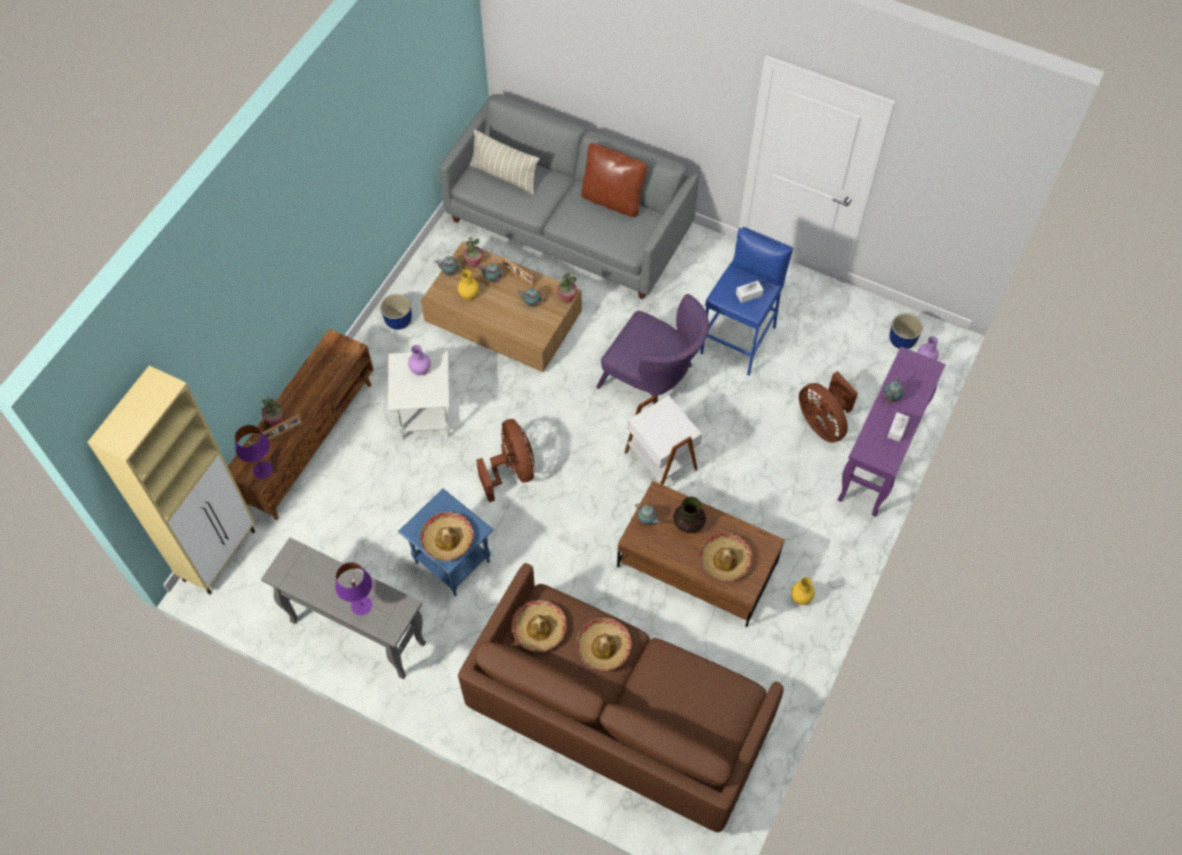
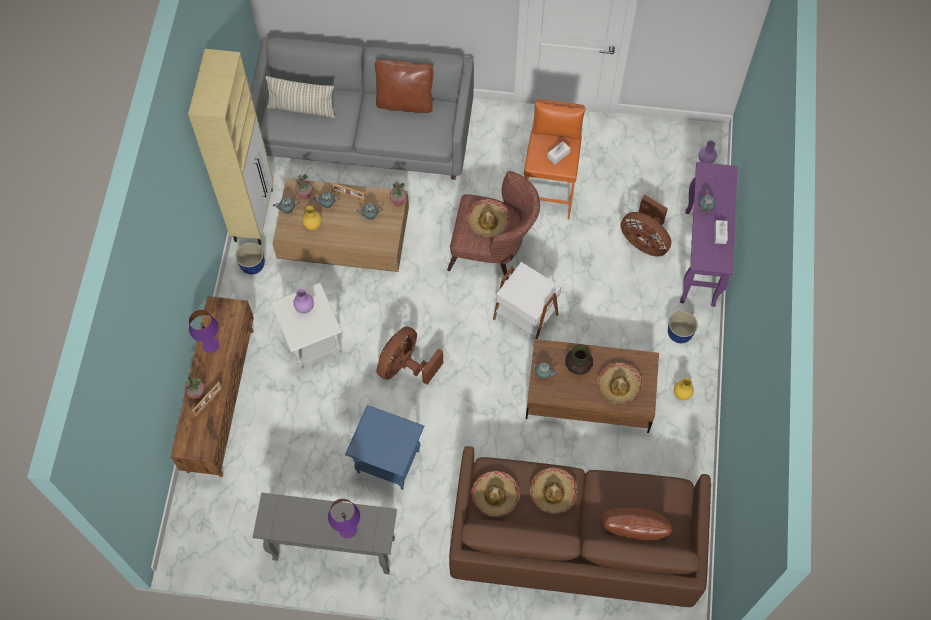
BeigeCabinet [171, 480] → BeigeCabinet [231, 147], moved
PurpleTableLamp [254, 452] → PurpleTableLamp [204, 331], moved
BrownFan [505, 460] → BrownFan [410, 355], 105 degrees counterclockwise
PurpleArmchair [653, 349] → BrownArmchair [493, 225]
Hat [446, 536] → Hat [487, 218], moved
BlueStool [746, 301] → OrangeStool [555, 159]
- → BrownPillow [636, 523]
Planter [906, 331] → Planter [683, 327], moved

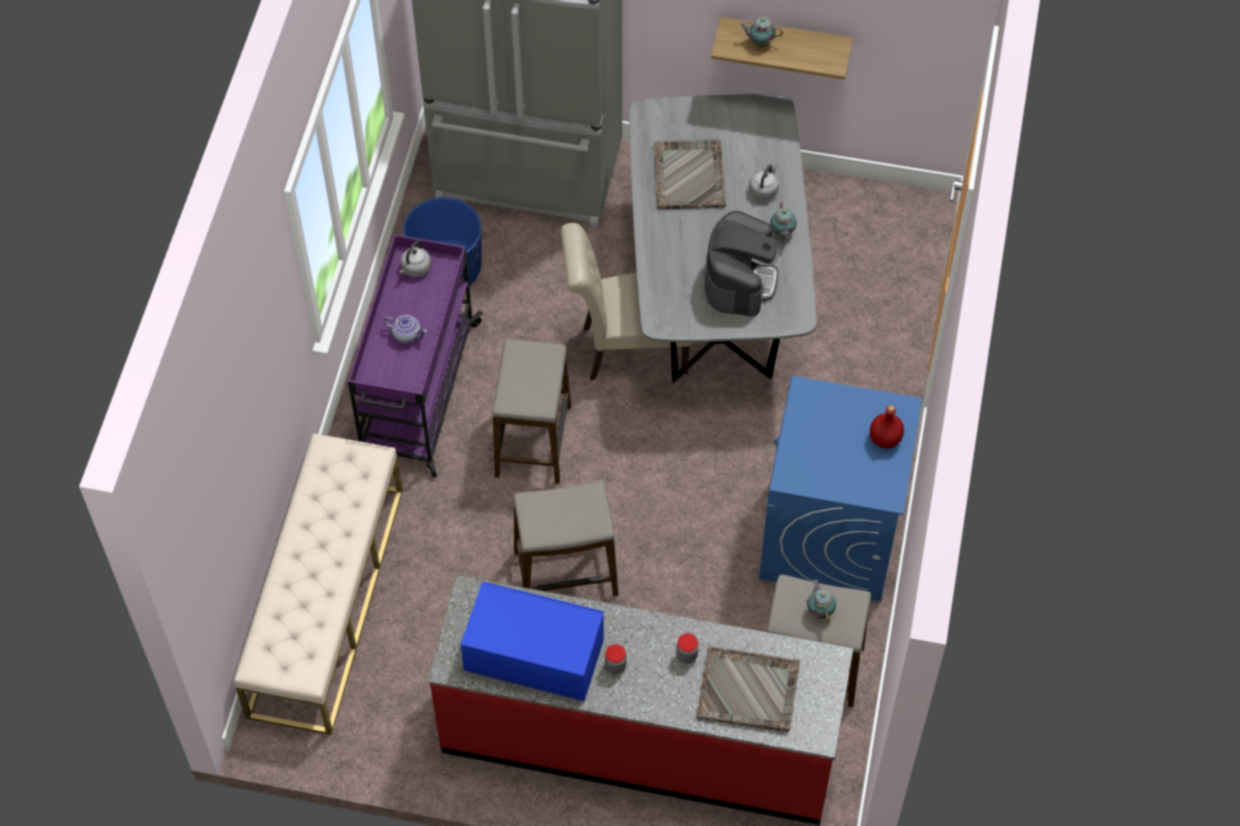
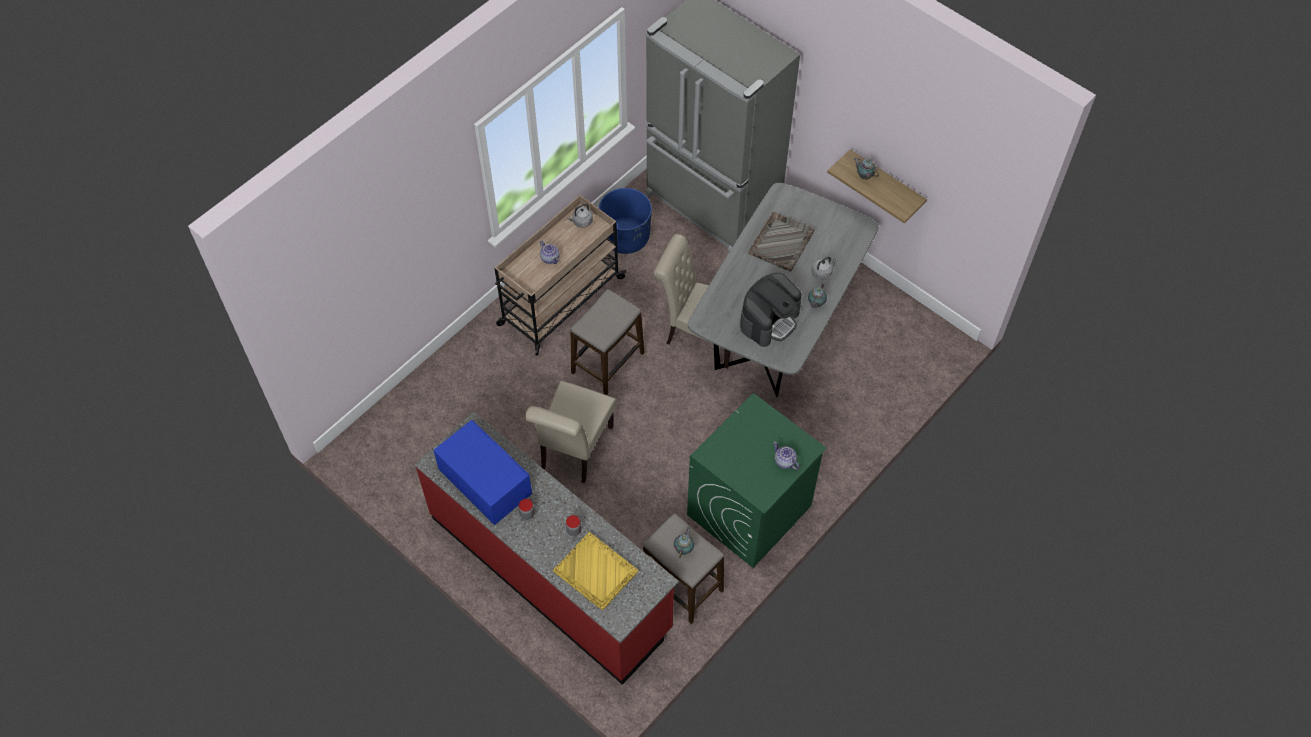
PurpleCart [415, 355] → BeigeCart [560, 275]
Stool [566, 538] → BeigeChair [570, 432]
GreyTray [748, 689] → YellowTray [595, 571]
BlueWashingMachine [840, 488] → GreenWashingMachine [757, 480]
RedBottle [887, 426] → Teapot [786, 456]
BeigeBench [318, 584] → -

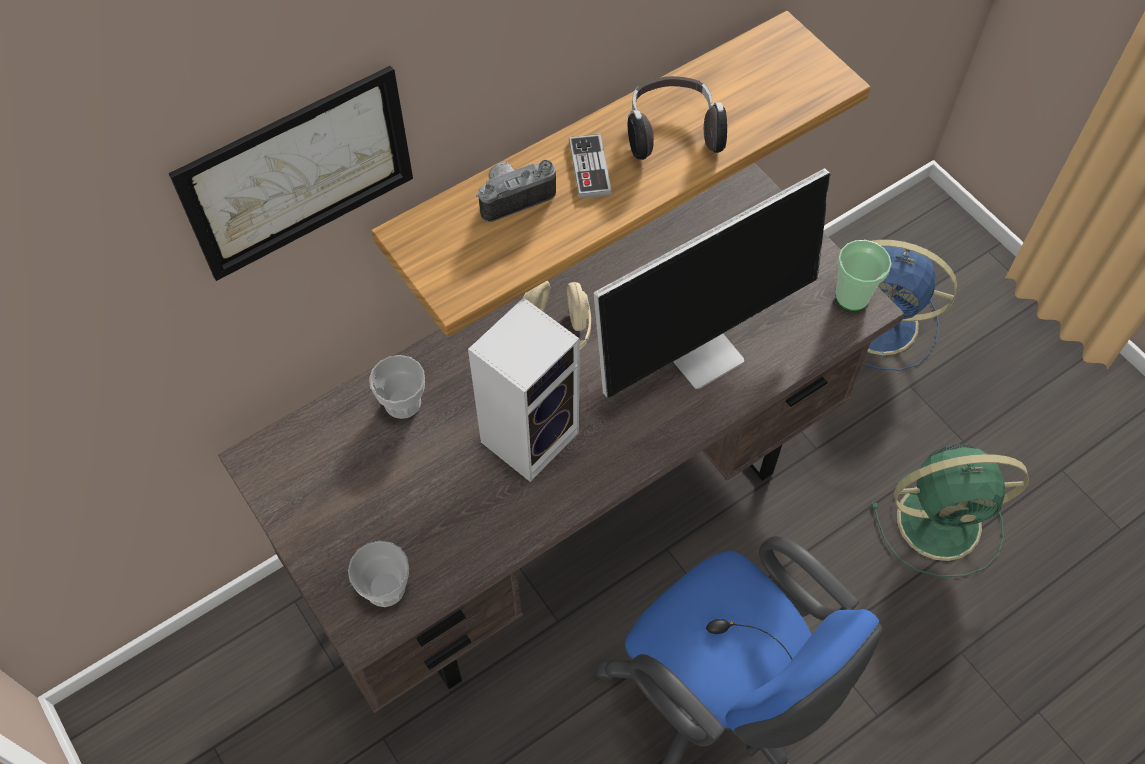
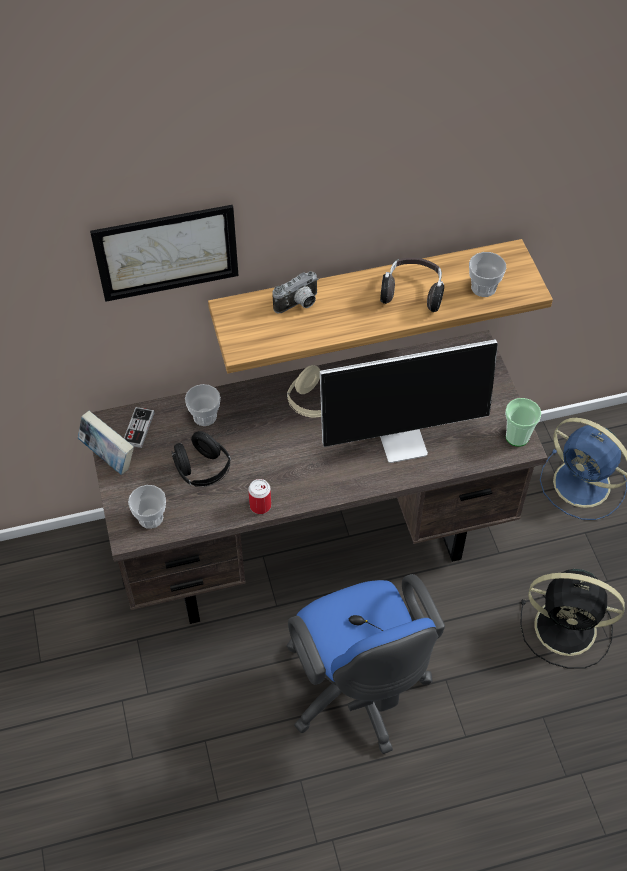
- → Book [106, 443]
GameController [590, 166] → GameController [139, 427], moved
- → BlackHeadphones [201, 459]
- → Can [259, 496]
PhotoCamera [516, 191] → PhotoCamera [295, 292], 150 degrees clockwise
- → Cup [487, 274]
GreenFan [950, 510] → BlackFan [572, 619]
Speaker [524, 390] → -

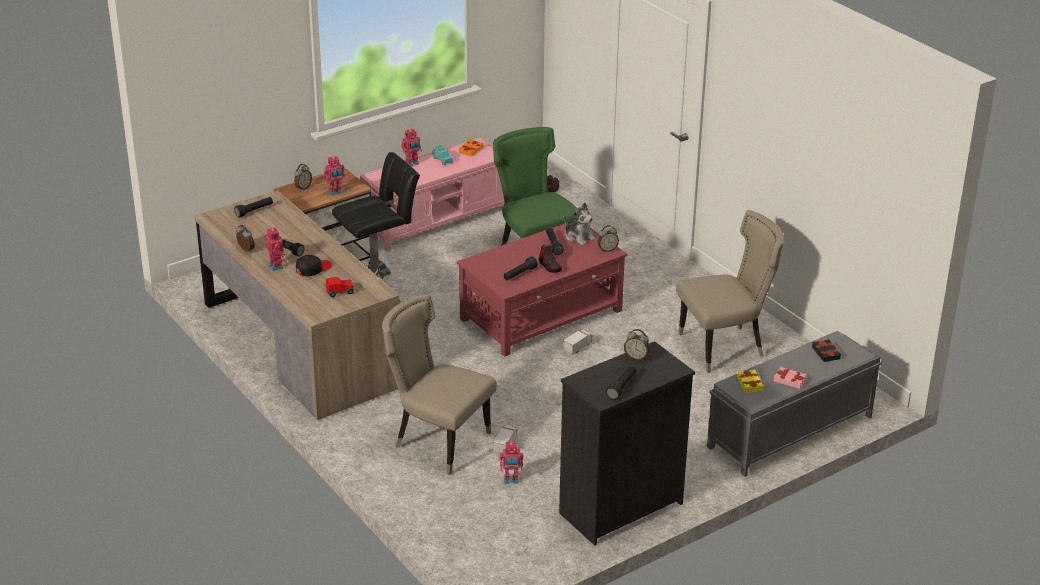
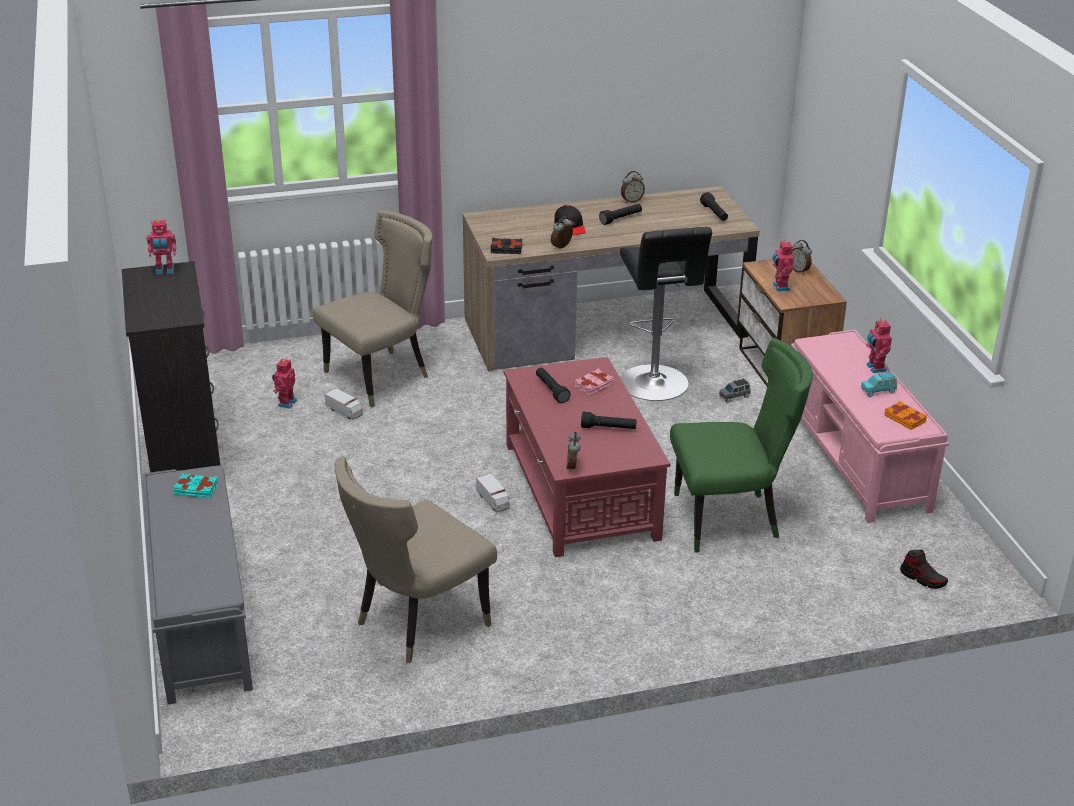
ToyRobot [275, 249] → ToyRobot [161, 247], moved
YellowBook [750, 381] → TurquoiseBook [195, 485]
BeigeChair [730, 291] → BeigeChair [415, 560], 45 degrees clockwise
BlackBook [826, 350] → BlackBook [506, 246], moved
AlarmClock [637, 345] → AlarmClock [562, 233], moved
PinkBook [790, 377] → PinkBook [594, 382], moved
ToyCar [340, 287] → -
Shoe [550, 259] → -
PlushToy [579, 223] → -
BlackFlashlight [621, 382] → -

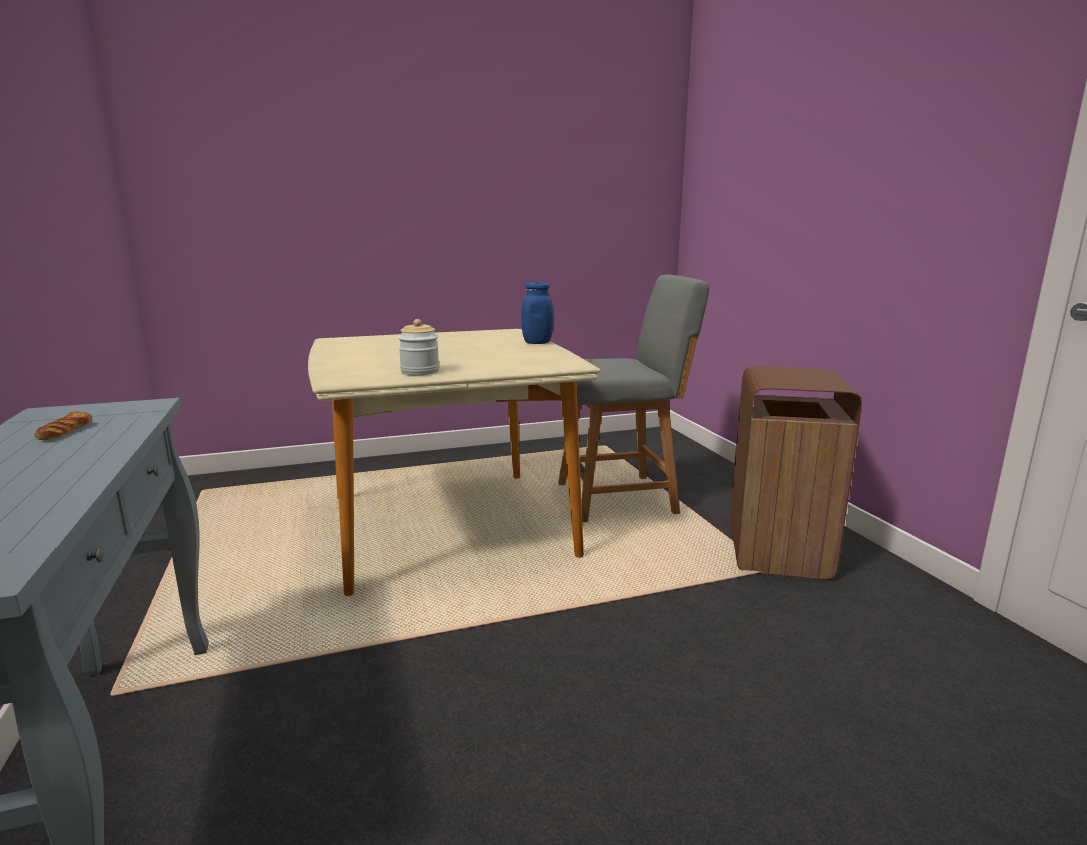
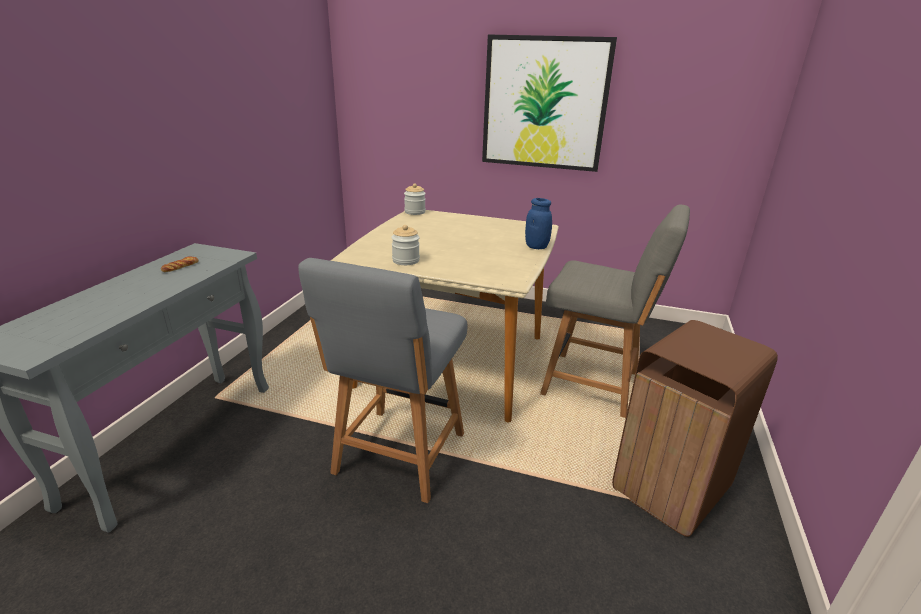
- → GreyChair [382, 380]
- → Jar [415, 199]
- → Picture [549, 103]

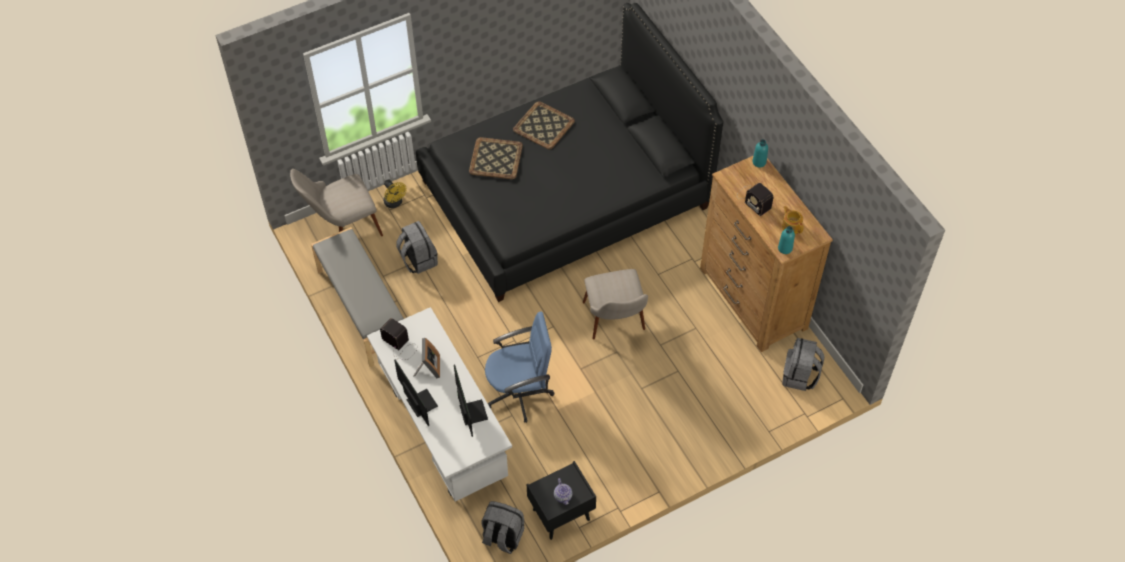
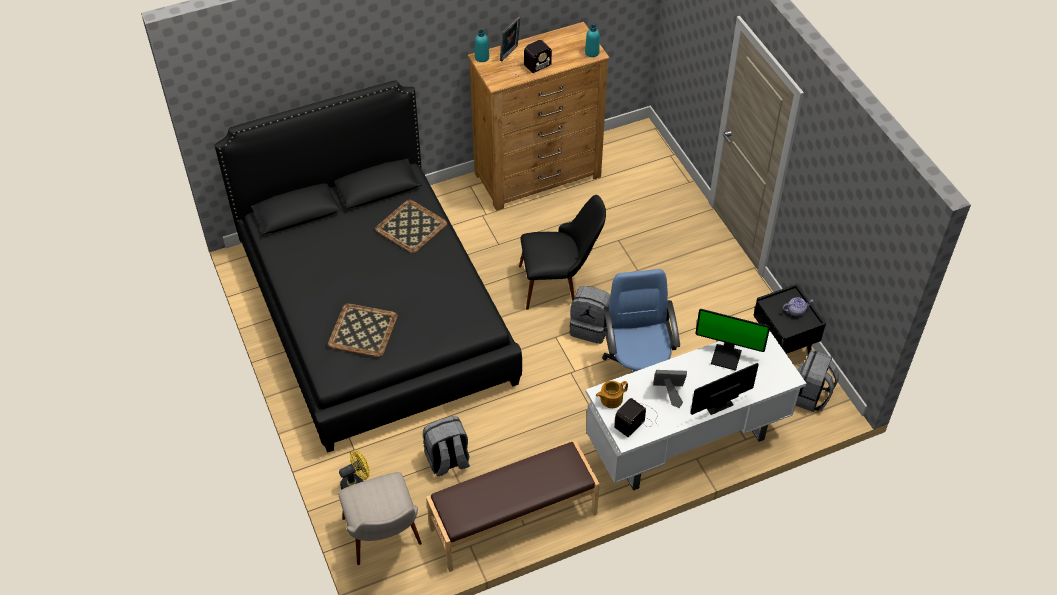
Tray [544, 125] → Tray [411, 227], moved
GreyBench [357, 297] → BrownBench [513, 506]
- → PictureFrame [510, 38]
BeigeChair [615, 304] → BlackChair [562, 252]
GreyBackpack [803, 364] → GreyBackpack [590, 315], moved
Teapot [793, 220] → Teapot [612, 394], moved
Monitor [471, 400] → Monitor [732, 340], 150 degrees counterclockwise

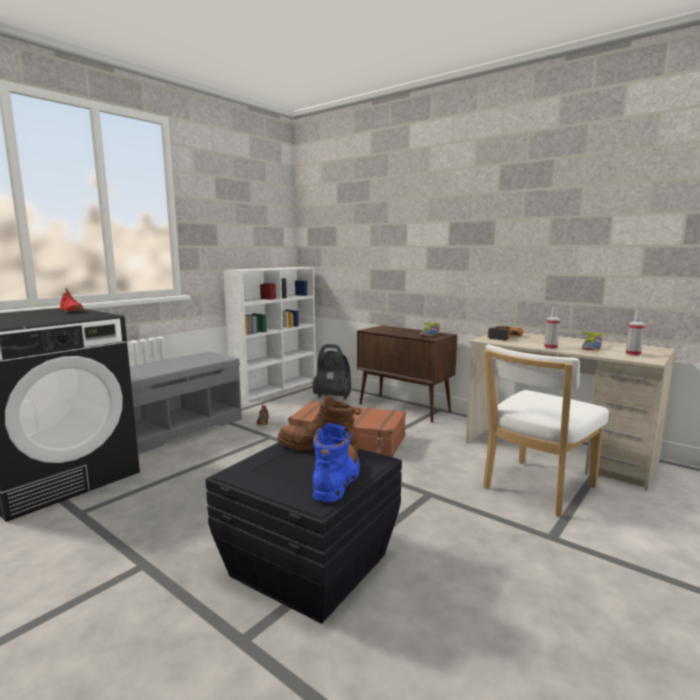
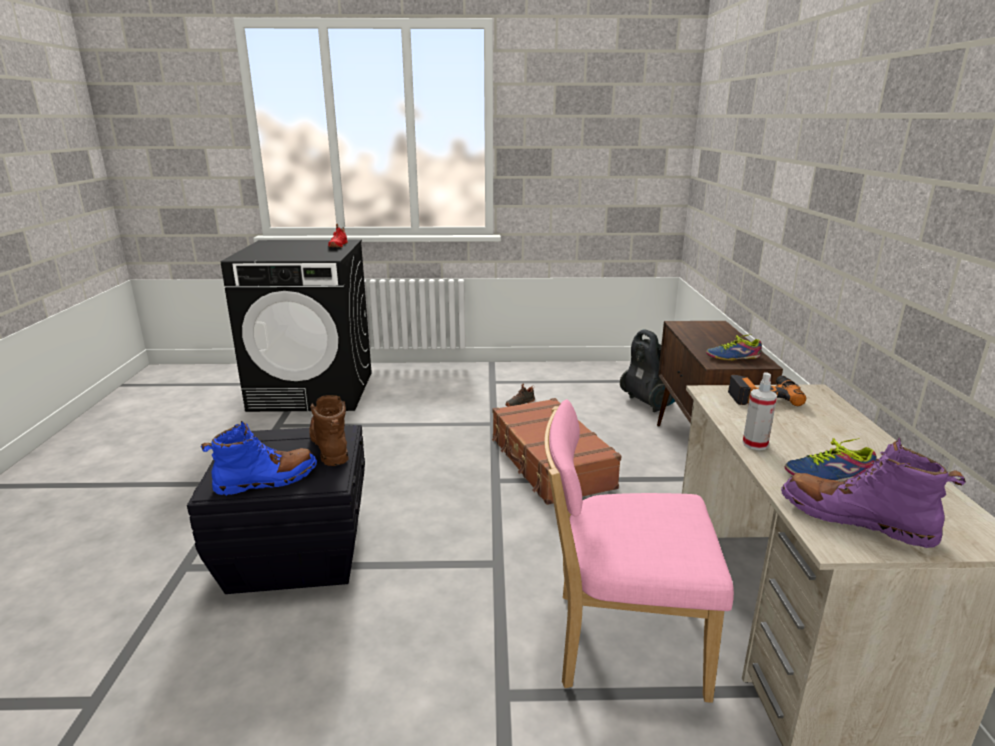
WhiteChair [546, 430] → PinkChair [639, 551]
SprayBottle [635, 333] → PurpleBoot [873, 493]
GreyBench [186, 403] → -
WhiteBookcase [270, 334] → -

